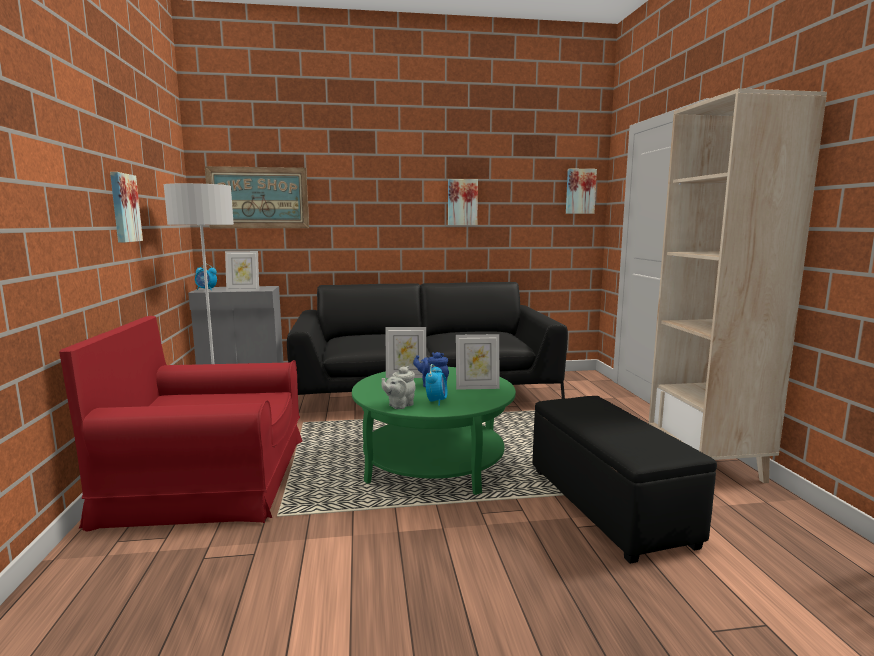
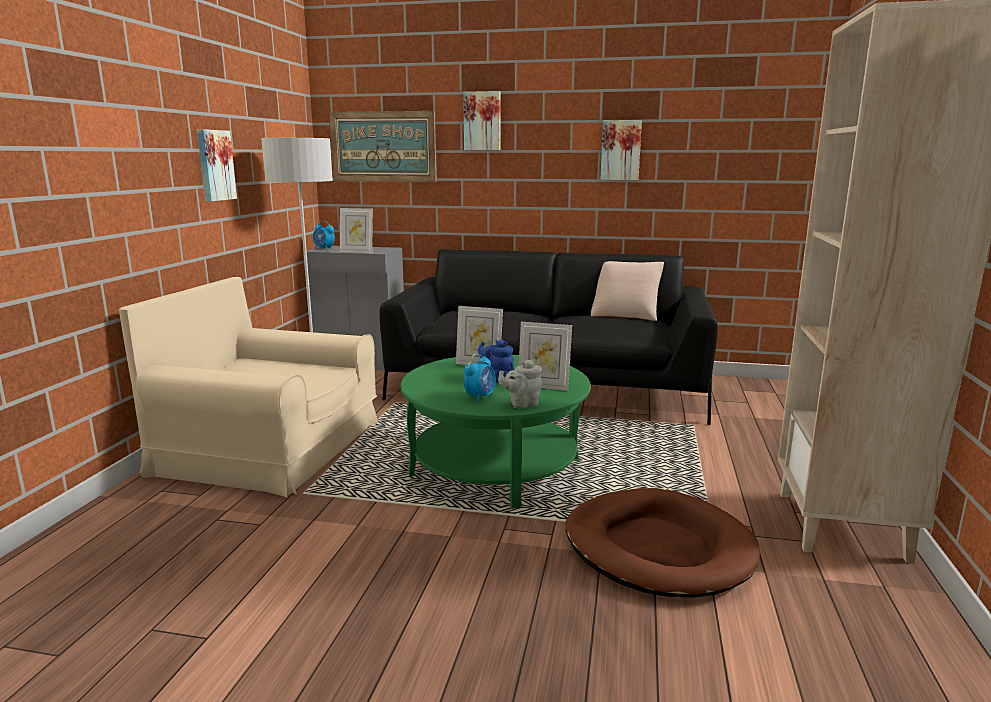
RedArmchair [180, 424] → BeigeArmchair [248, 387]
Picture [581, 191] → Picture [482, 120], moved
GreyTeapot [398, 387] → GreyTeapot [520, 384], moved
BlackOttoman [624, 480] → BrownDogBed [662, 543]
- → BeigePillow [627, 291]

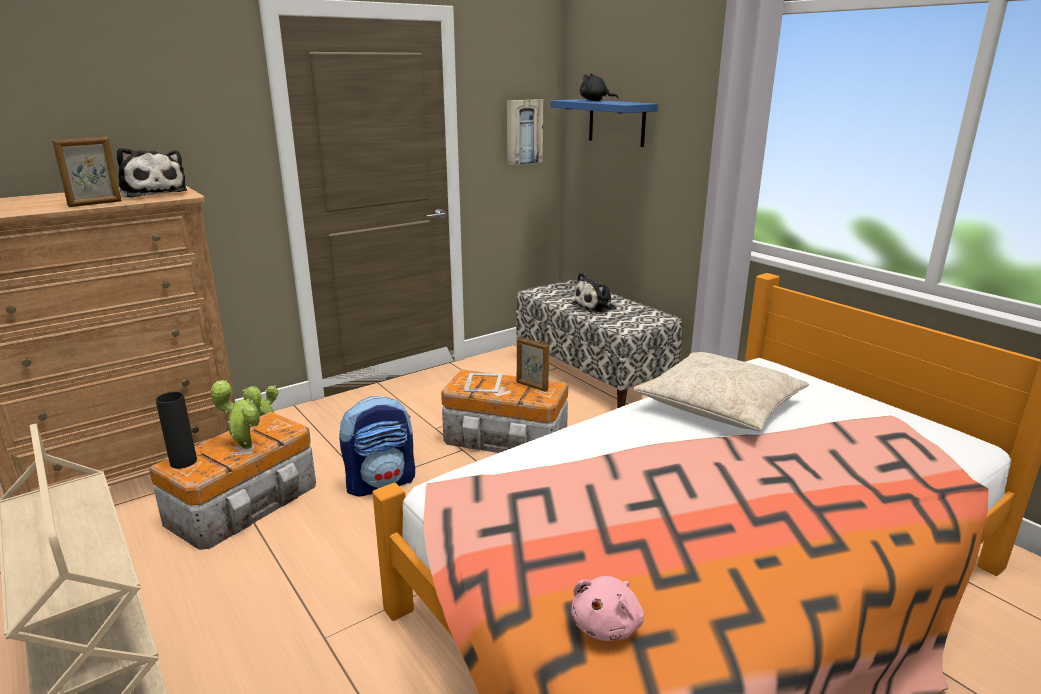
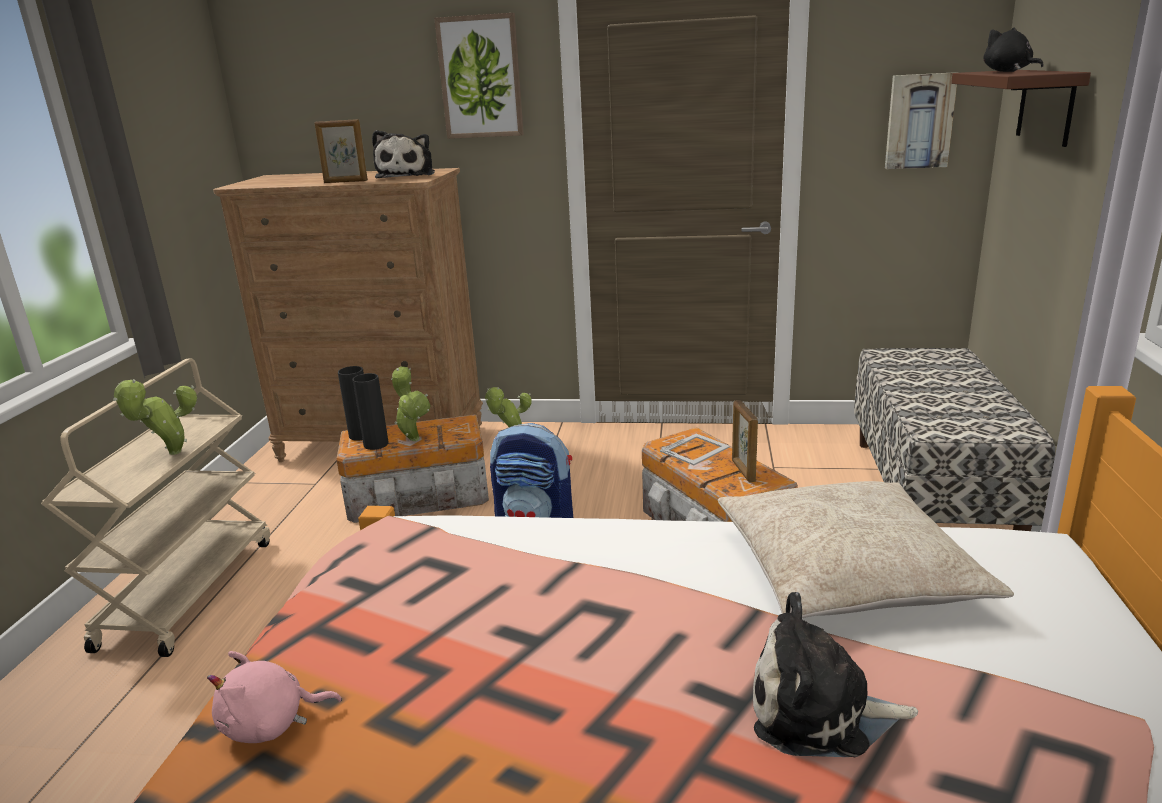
- → PottedPlant [155, 417]
- → BlackVase [370, 411]
- → Picture [479, 76]
PlushToy [595, 292] → PlushToy [835, 674], moved
BlueShelf [604, 123] → BrownShelf [1021, 108]

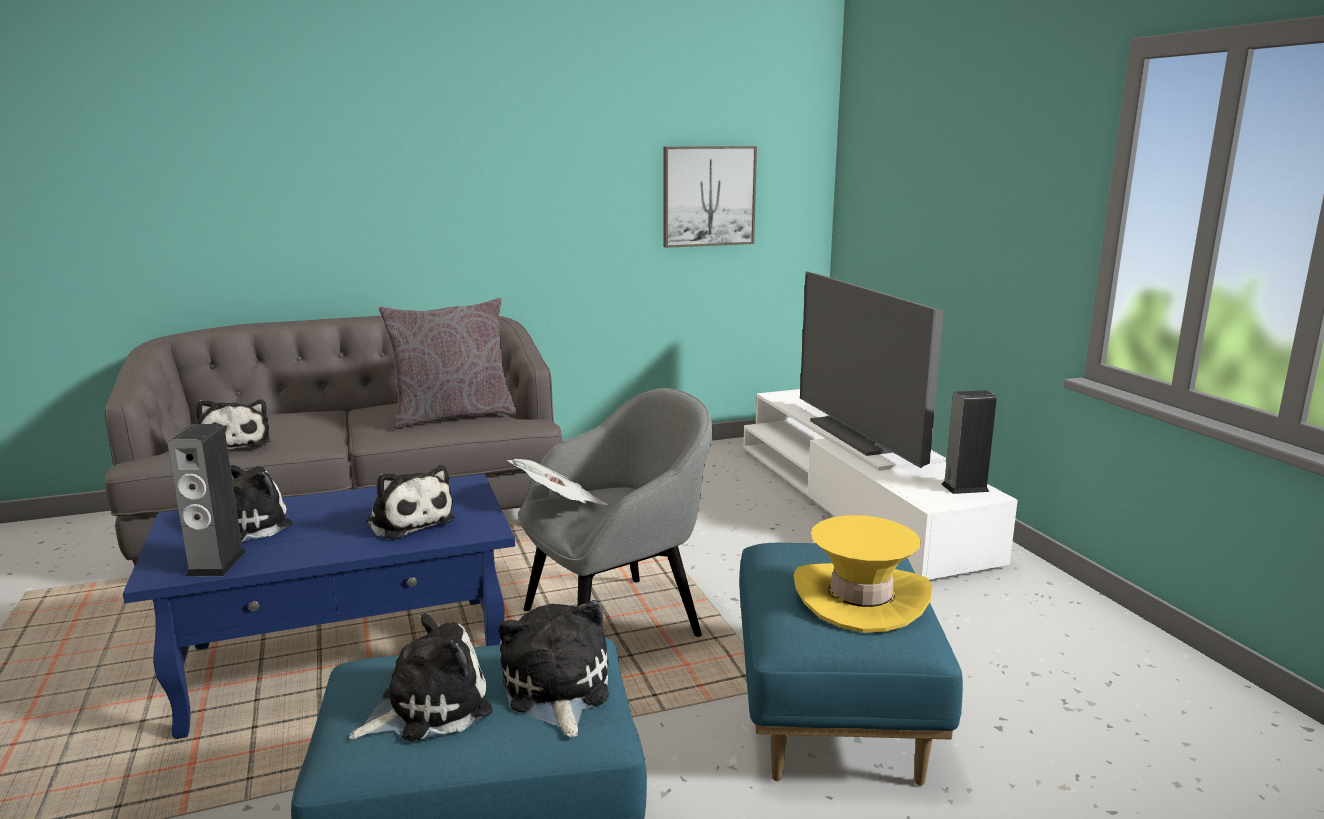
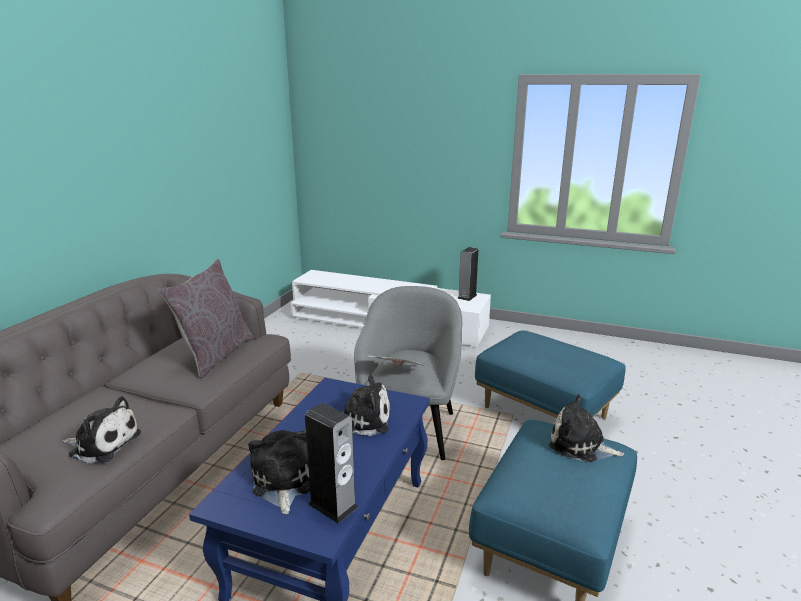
PlushToy [421, 677] → -
Picture [710, 197] → -
YellowHat [863, 574] → -
Television [872, 369] → -

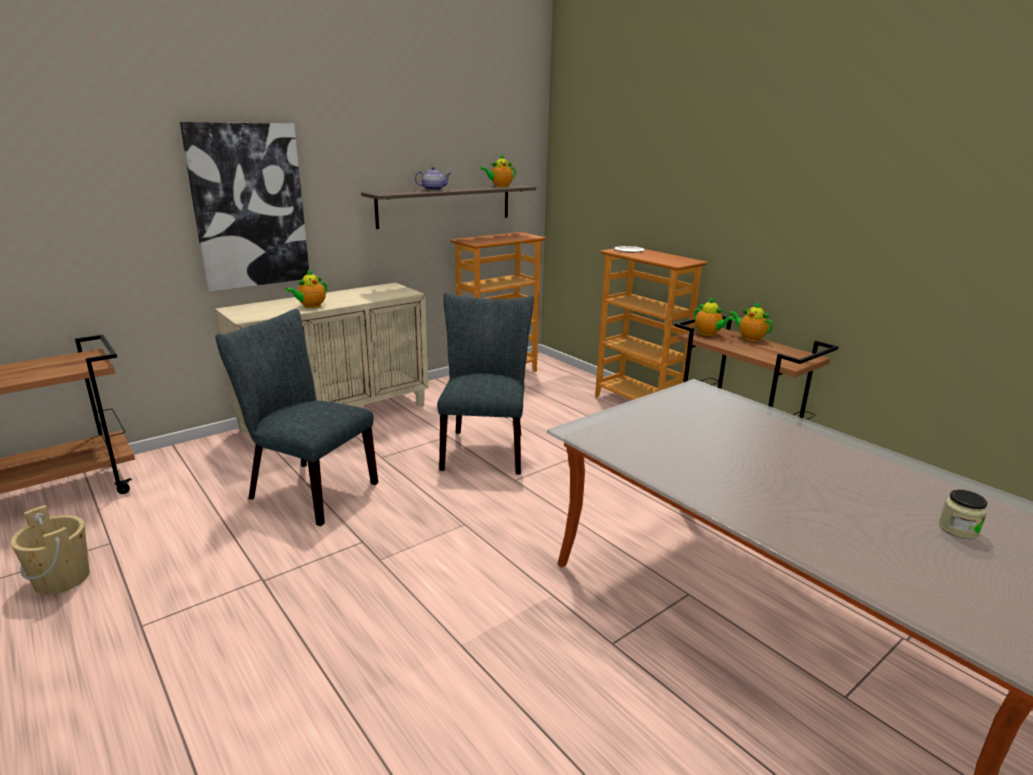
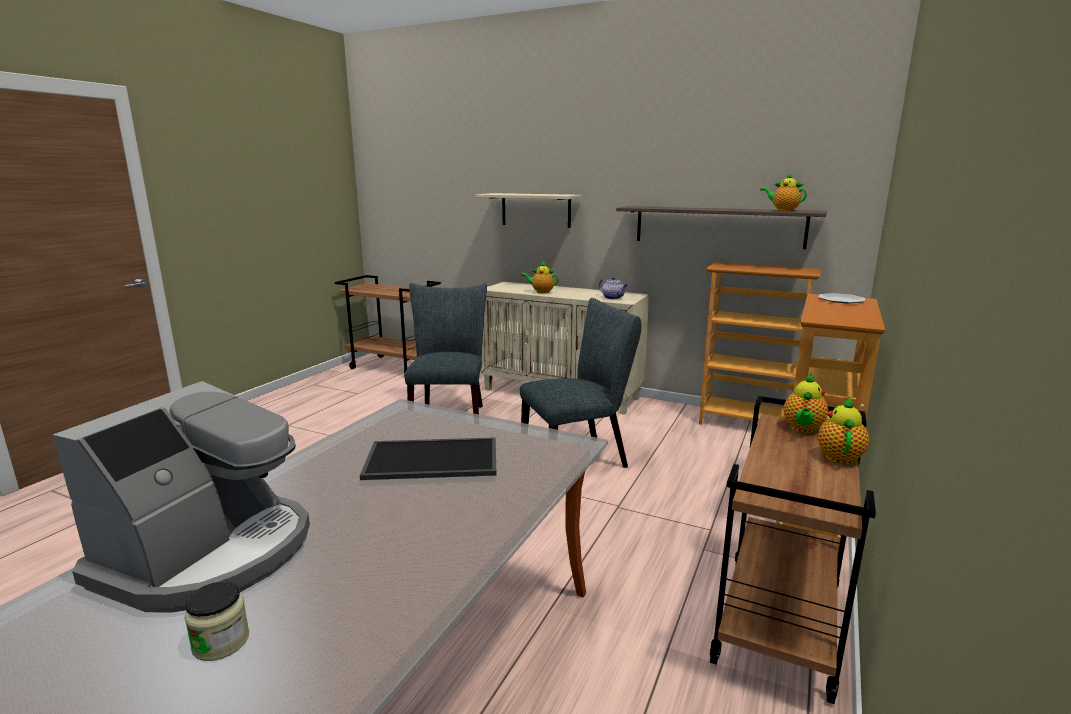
- → CoffeeMachine [181, 497]
- → Tray [428, 458]
Picture [244, 207] → BeigeShelf [529, 210]
Teapot [433, 178] → Teapot [613, 288], moved
BeigeBucket [50, 550] → -

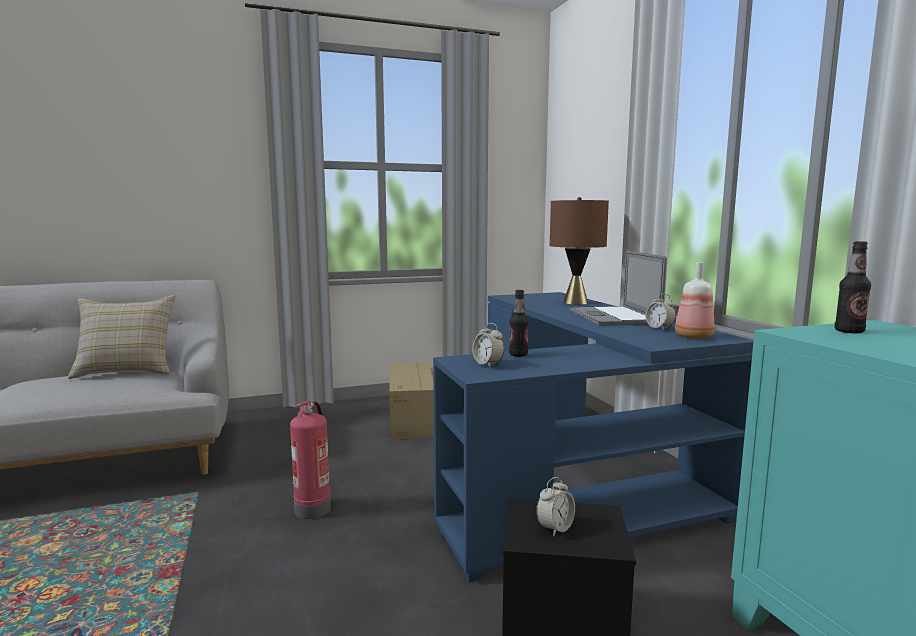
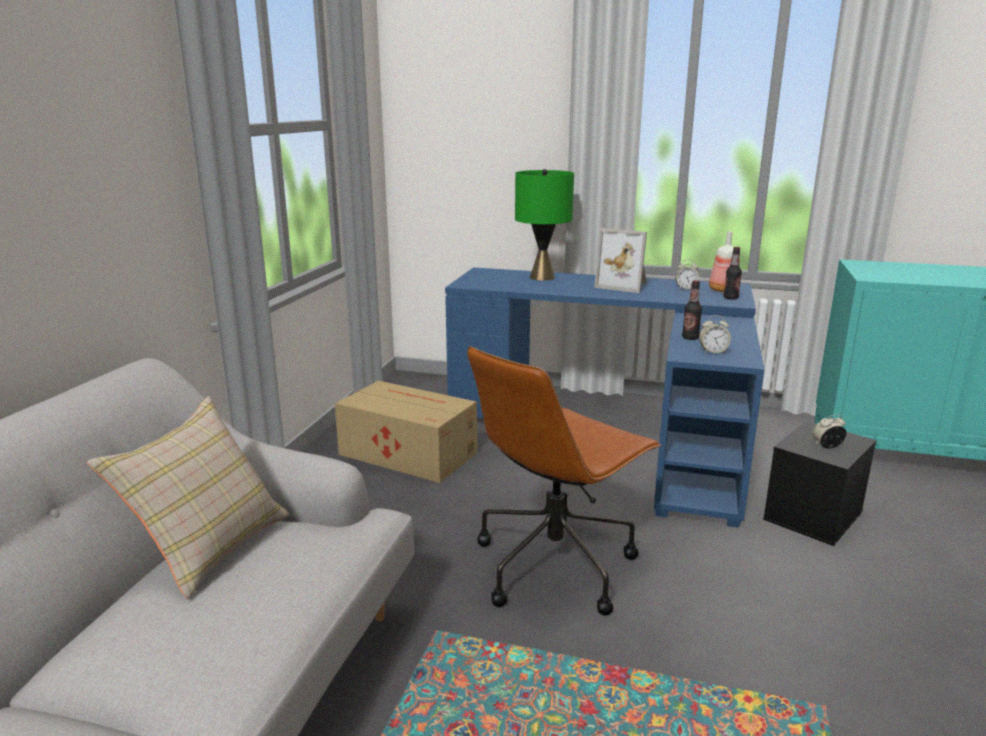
FireExtinguisher [310, 460] → BrownOfficeChair [564, 481]
BrownTableLamp [579, 251] → GreenTableLamp [544, 225]
Laptop [618, 288] → PictureFrame [620, 260]
Bottle [853, 287] → Bottle [733, 273], moved
AlarmClock [555, 506] → AlarmClock [830, 431], 90 degrees counterclockwise

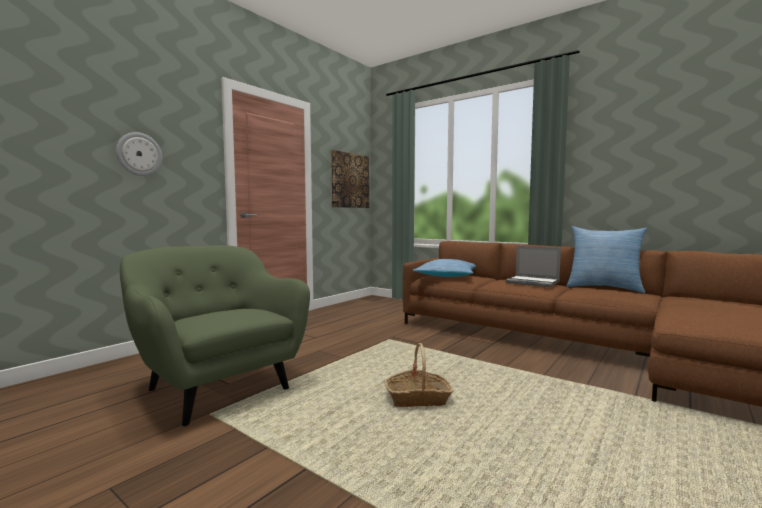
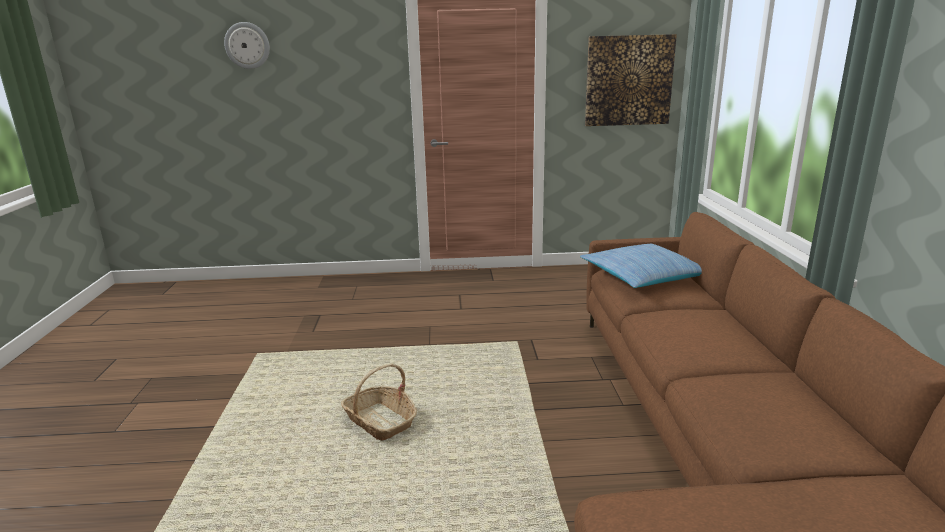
WallClock [139, 154] → WallClock [247, 45], moved
GreenArmchair [215, 335] → -
Laptop [533, 266] → -
Pillow [606, 259] → -

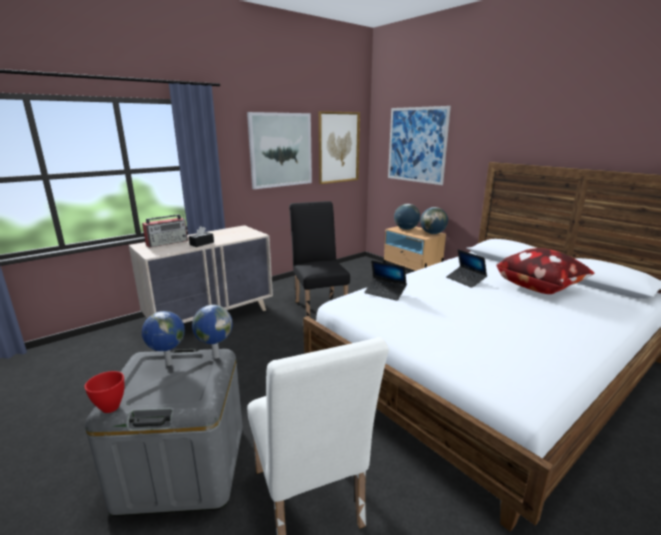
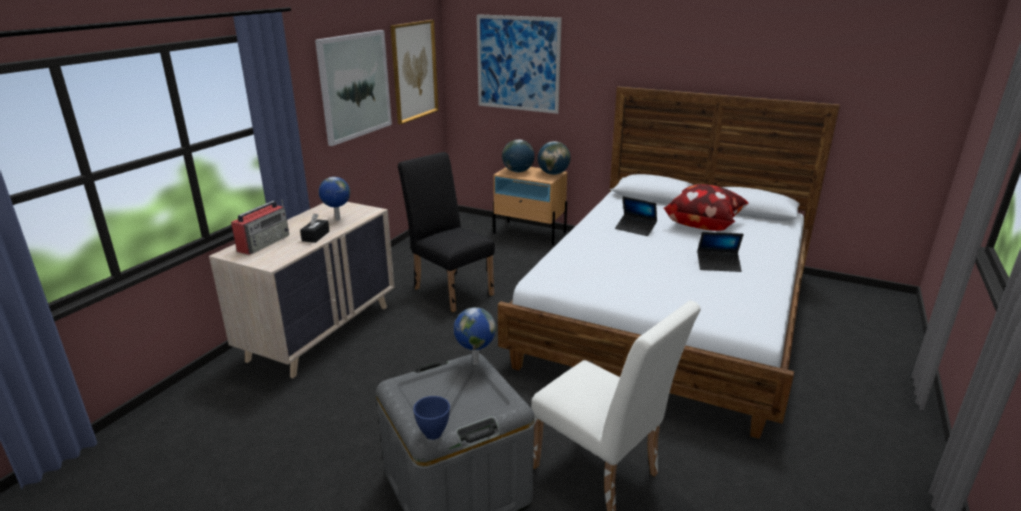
Globe [163, 338] → Globe [334, 199], moved
RedBowl [105, 392] → BlueBowl [431, 418]
Laptop [385, 280] → Laptop [720, 252], moved

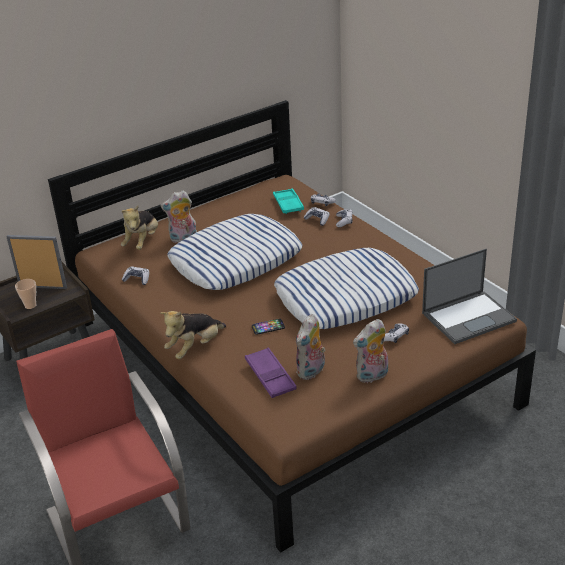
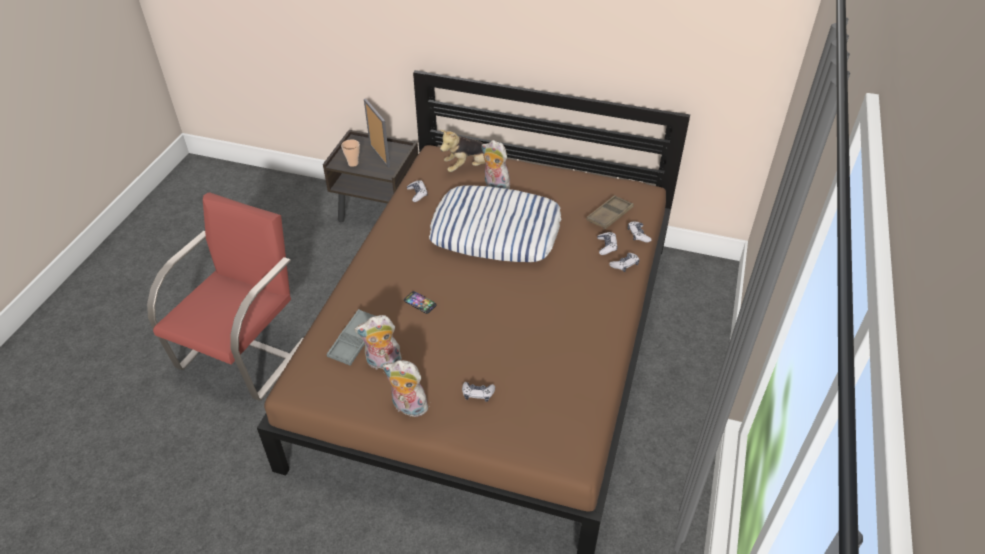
PurpleTray [271, 372] → GreyTray [351, 337]
TurquoiseTray [288, 201] → BrownTray [610, 212]
PlushToy [193, 335] → -
Pillow [346, 288] → -
Laptop [469, 296] → -

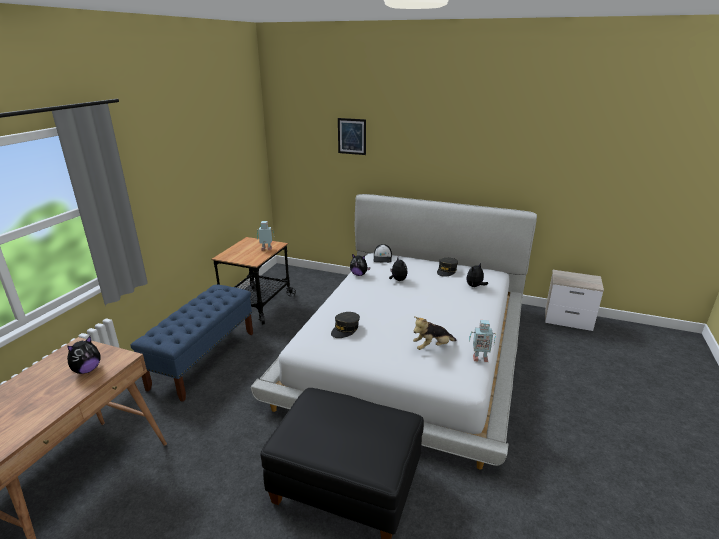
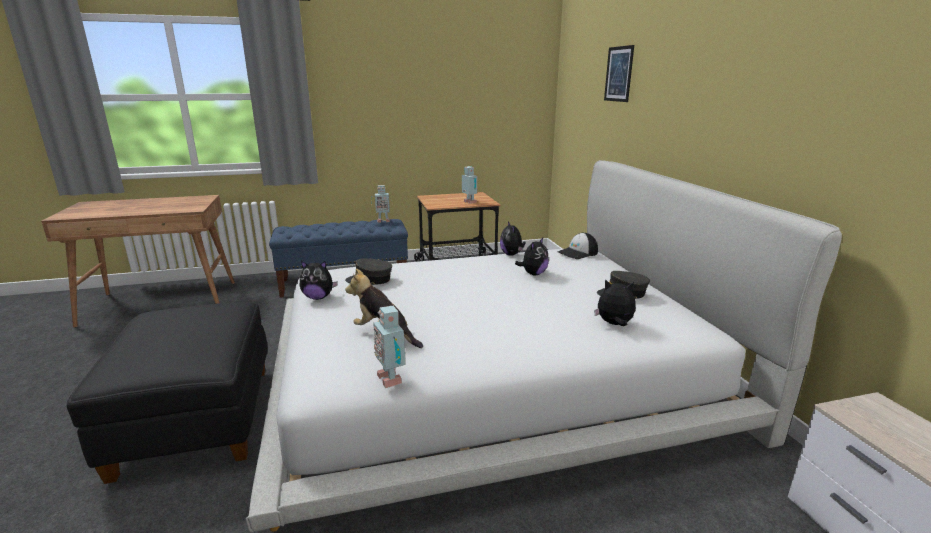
PlushToy [84, 355] → PlushToy [319, 280], moved
- → ToyRobot [382, 204]

